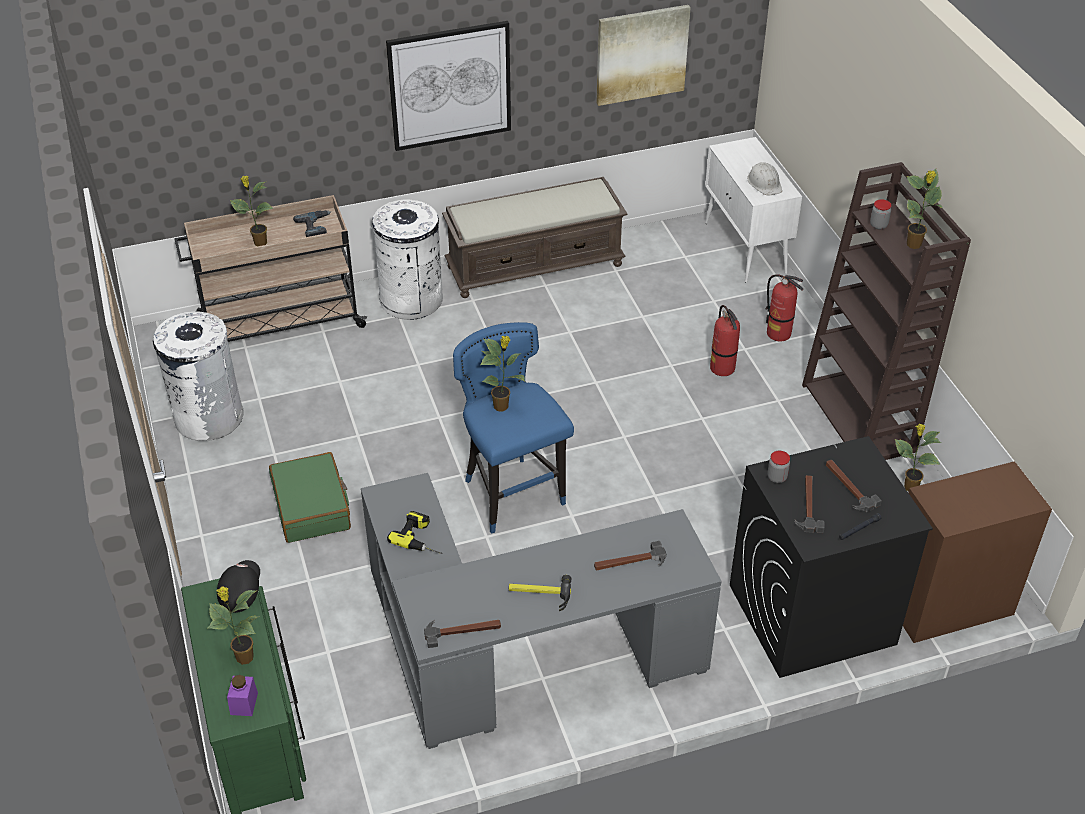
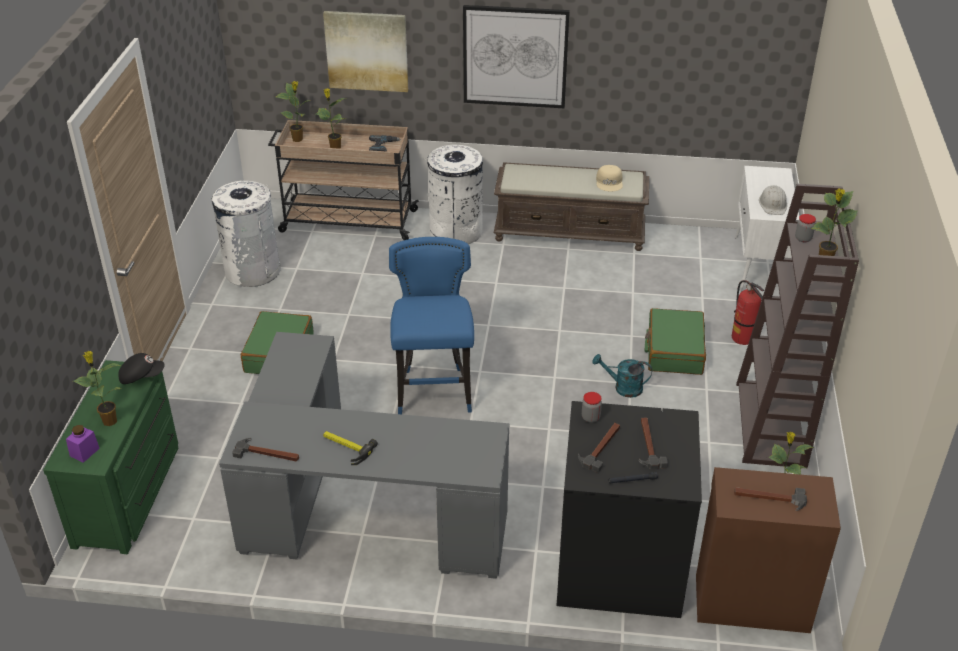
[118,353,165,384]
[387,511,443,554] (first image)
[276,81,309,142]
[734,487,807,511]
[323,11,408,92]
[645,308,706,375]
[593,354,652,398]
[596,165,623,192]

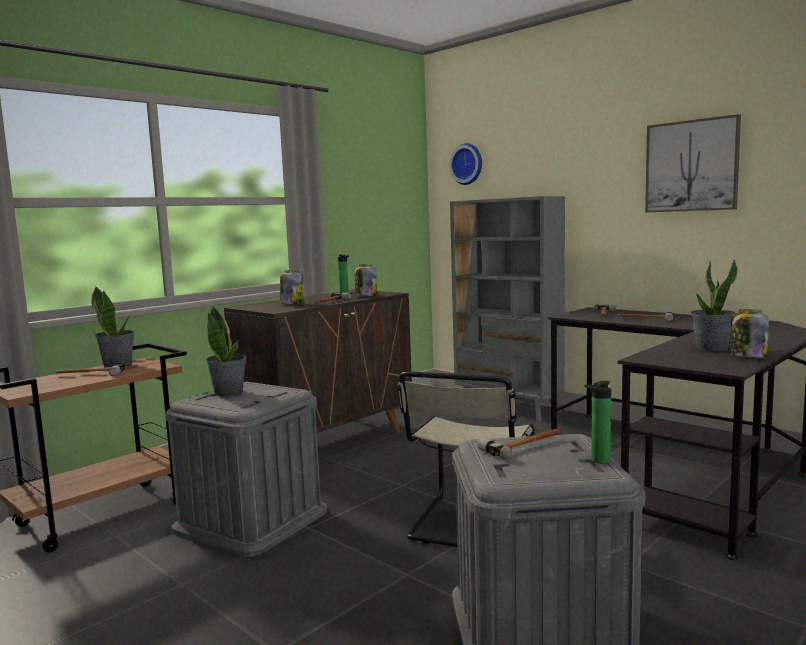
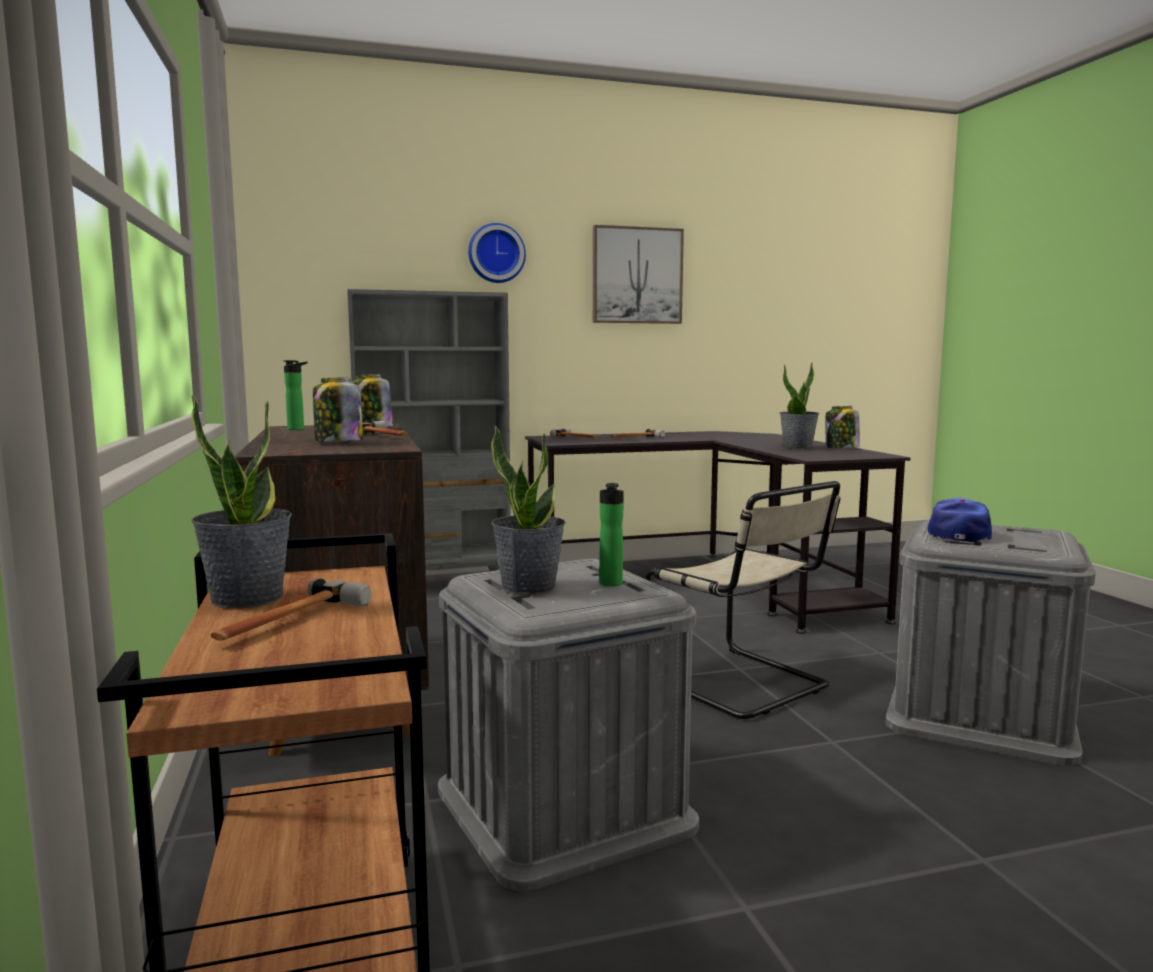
[468,223,526,283]
[928,498,992,542]
[599,483,624,586]

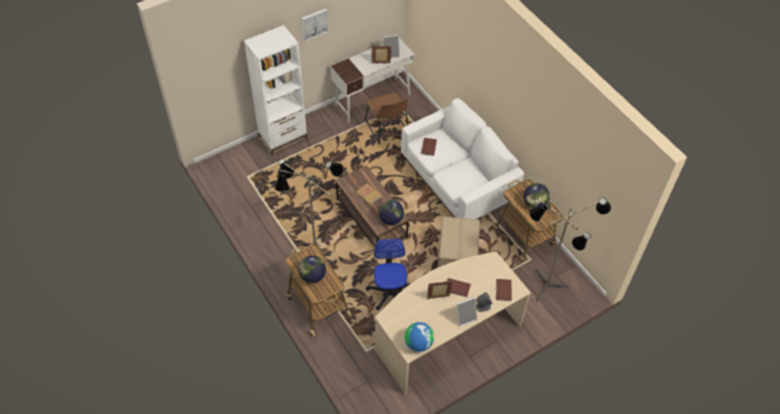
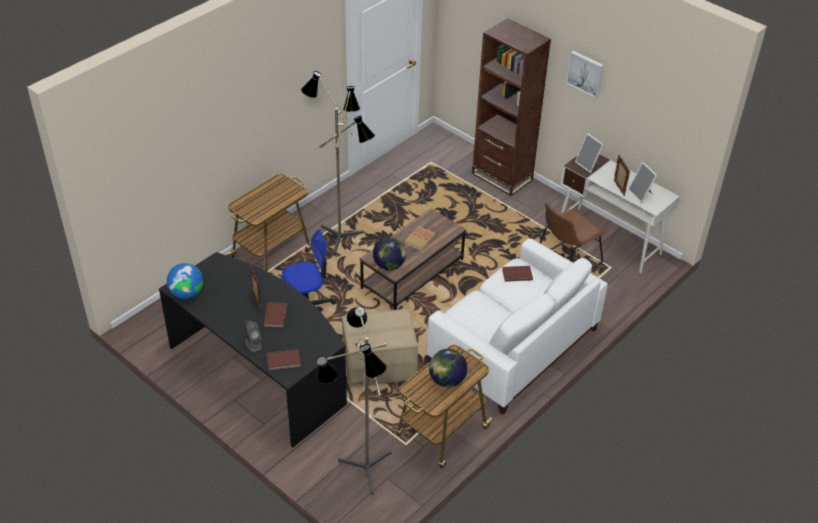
[472,18,551,196]
[298,256,326,283] (first image)
[159,252,347,447]
[575,133,604,173]

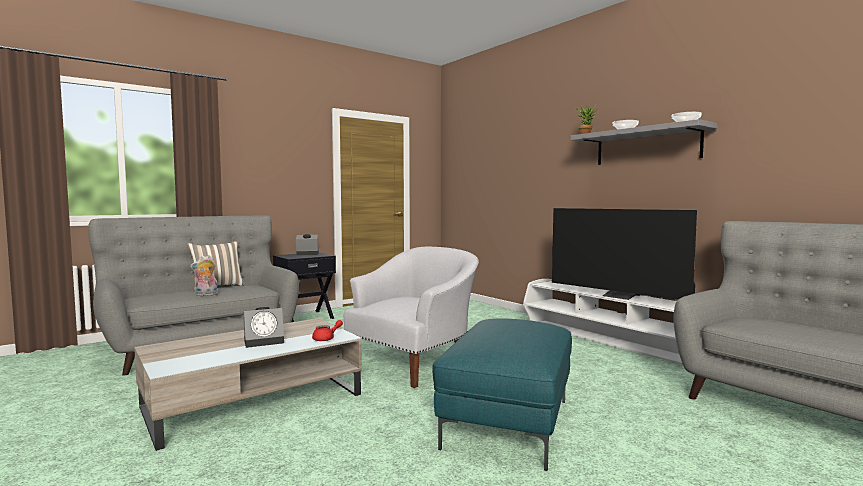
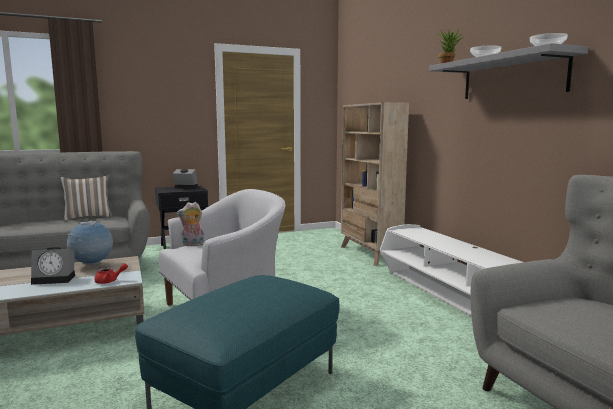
[177,202,205,246]
[552,208,697,300] (first image)
[67,220,113,265]
[341,102,409,266]

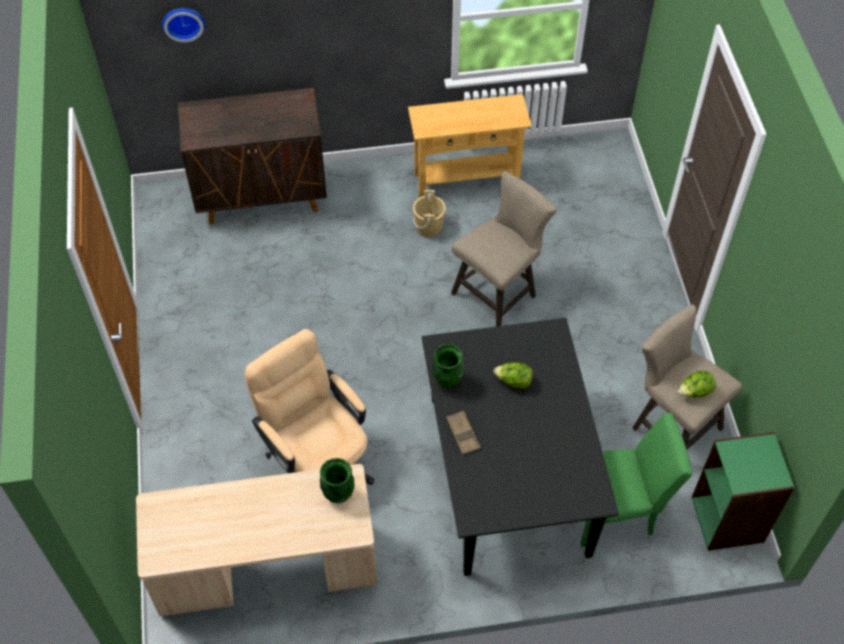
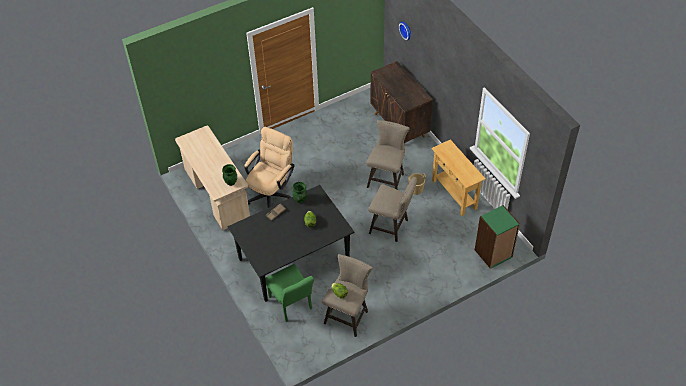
[475,205,520,269]
[366,120,410,190]

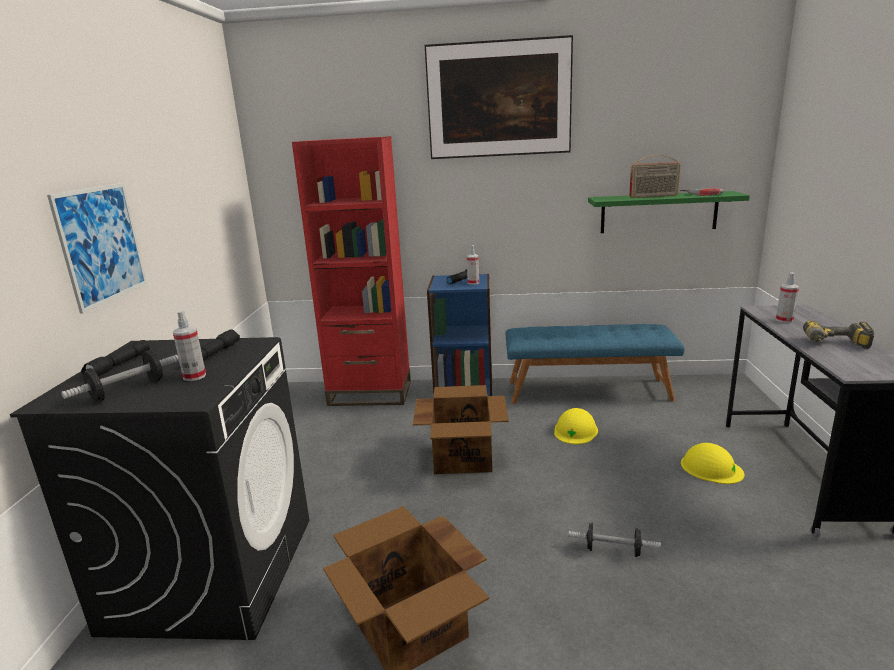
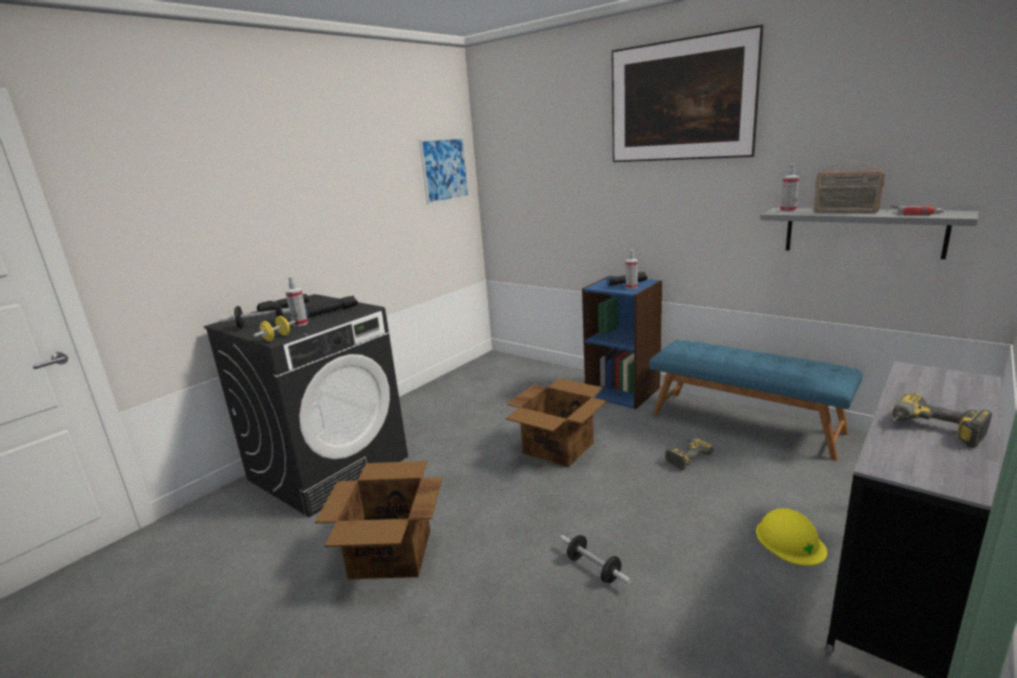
[419,136,469,205]
[292,136,411,406] (first image)
[665,438,714,470]
[760,208,978,259]
[780,163,799,212]
[254,316,295,341]

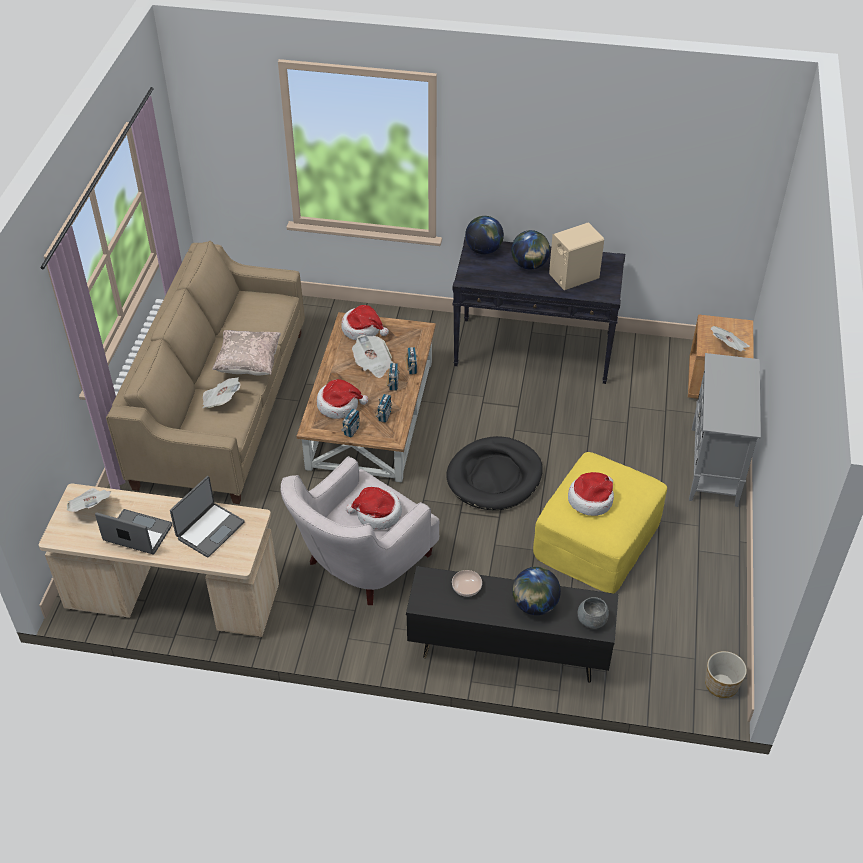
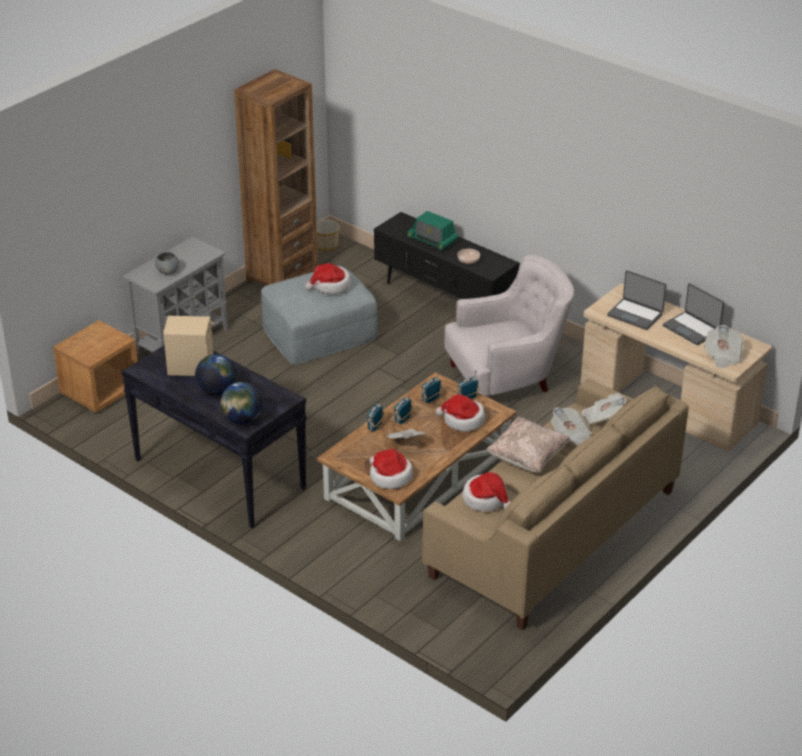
[607,270,666,330]
[462,472,511,512]
[446,436,543,510] (first image)
[407,211,458,250]
[261,266,378,365]
[155,252,179,275]
[581,393,627,424]
[234,69,318,286]

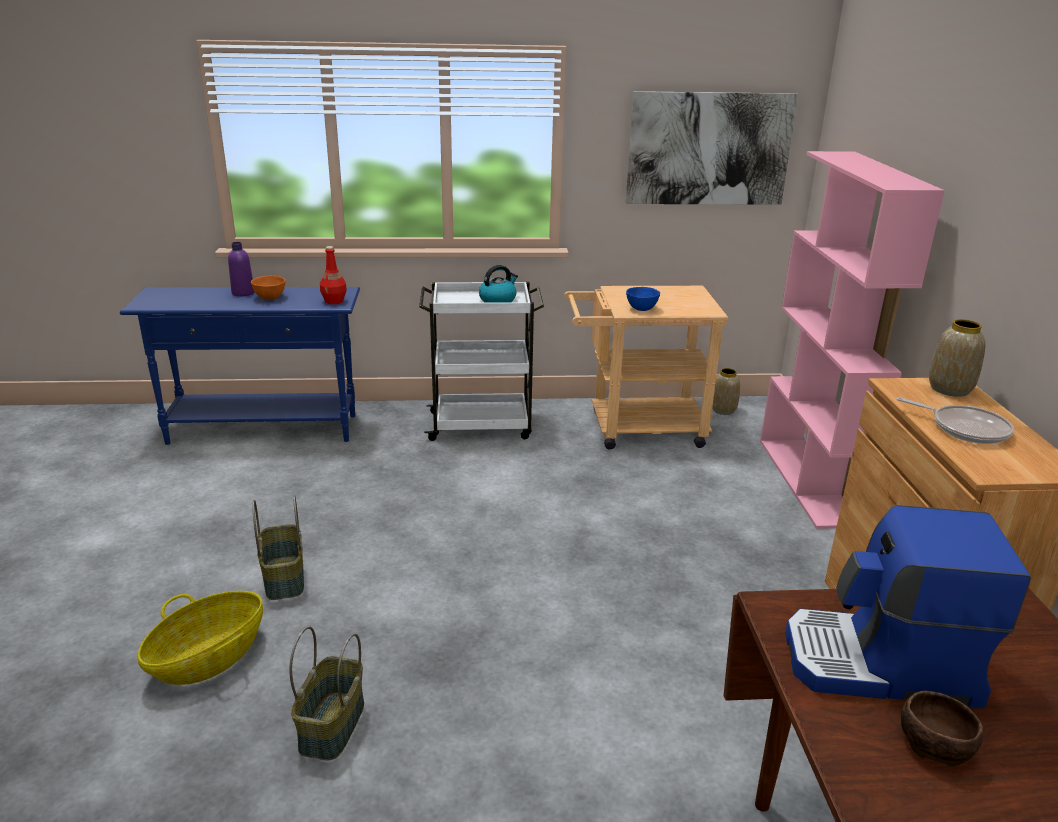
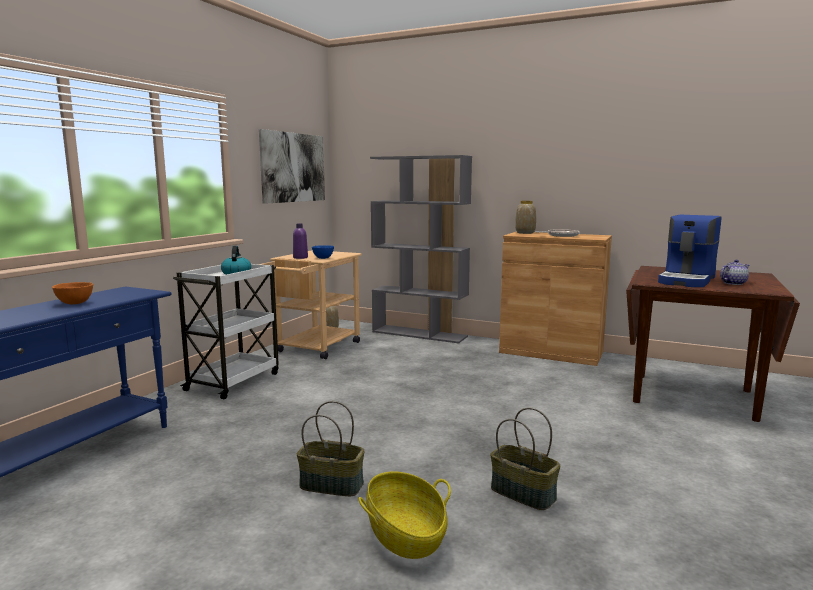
[293,223,308,259]
[320,246,347,304] (first image)
[370,155,472,343]
[720,260,749,285]

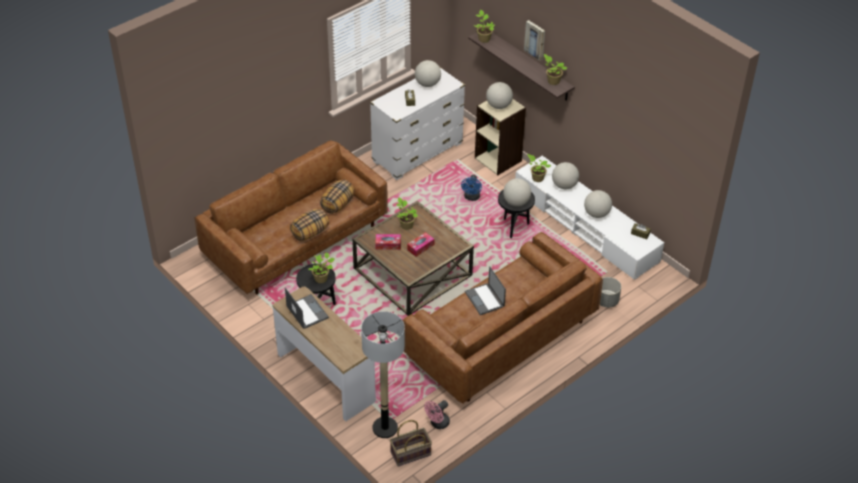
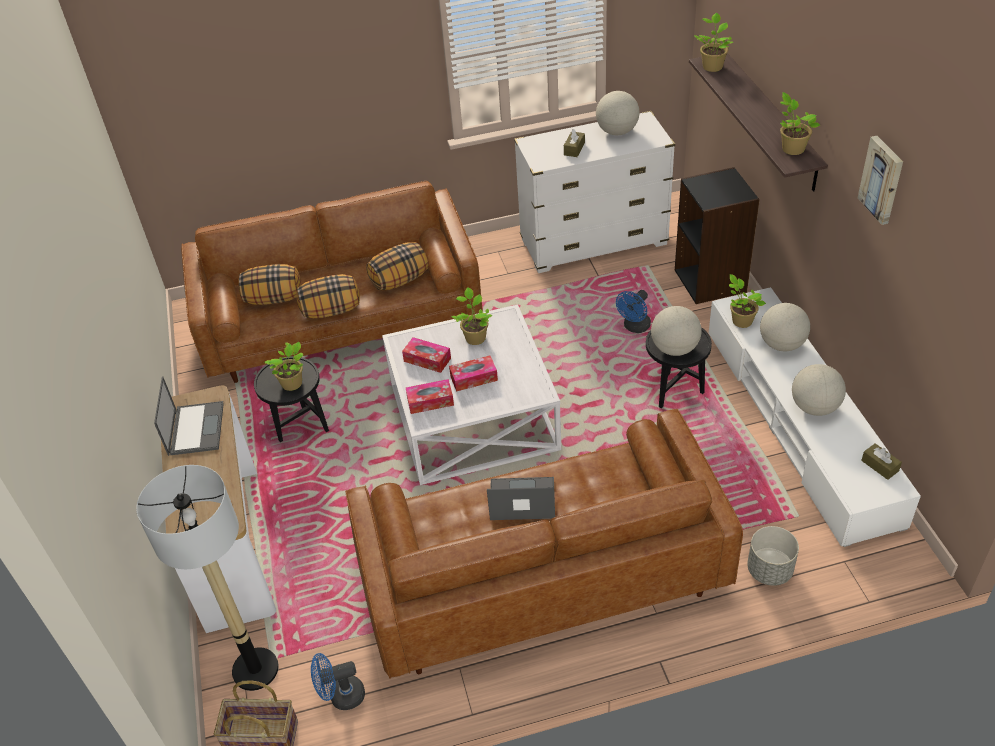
[382,304,561,485]
[311,653,365,710]
[487,477,555,520]
[675,167,760,304]
[486,82,513,109] (first image)
[858,136,903,225]
[239,264,301,305]
[406,379,454,414]

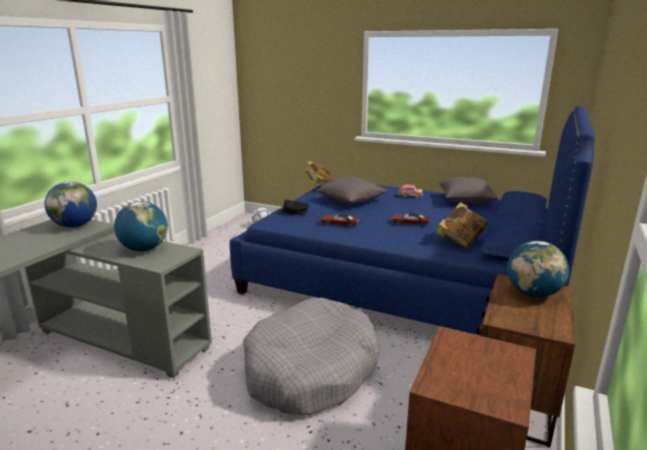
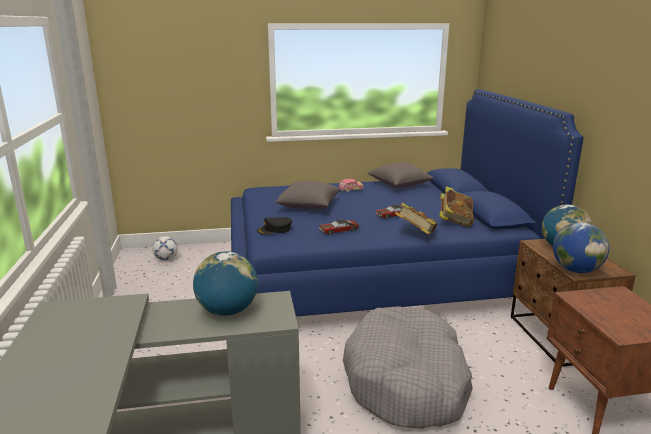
[553,222,609,273]
[395,203,438,234]

